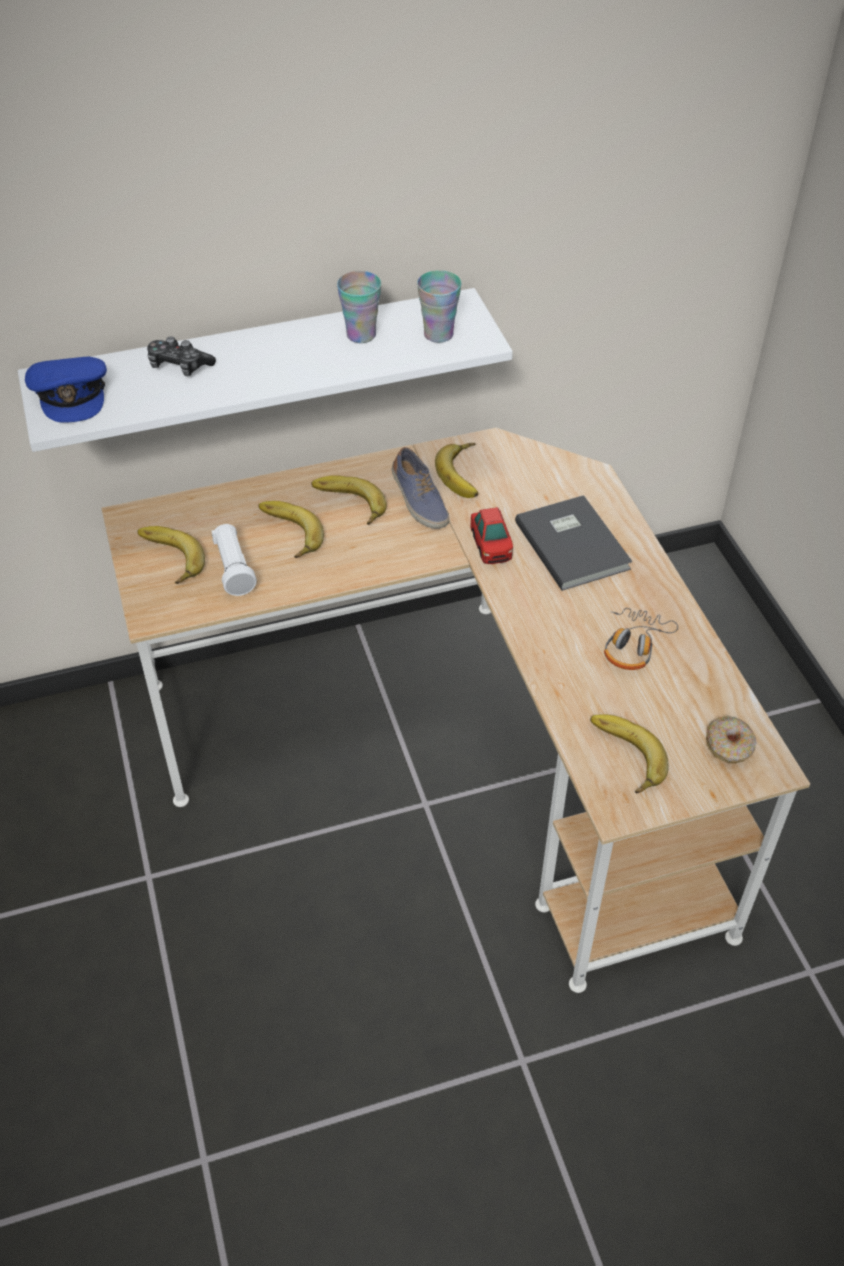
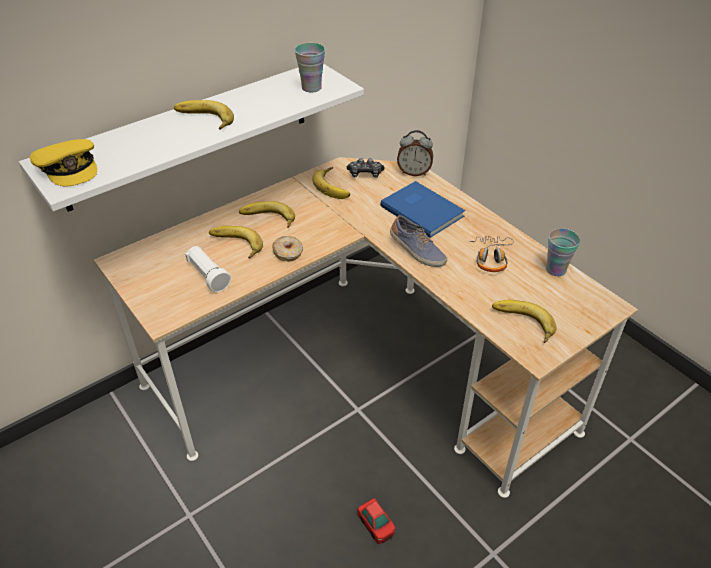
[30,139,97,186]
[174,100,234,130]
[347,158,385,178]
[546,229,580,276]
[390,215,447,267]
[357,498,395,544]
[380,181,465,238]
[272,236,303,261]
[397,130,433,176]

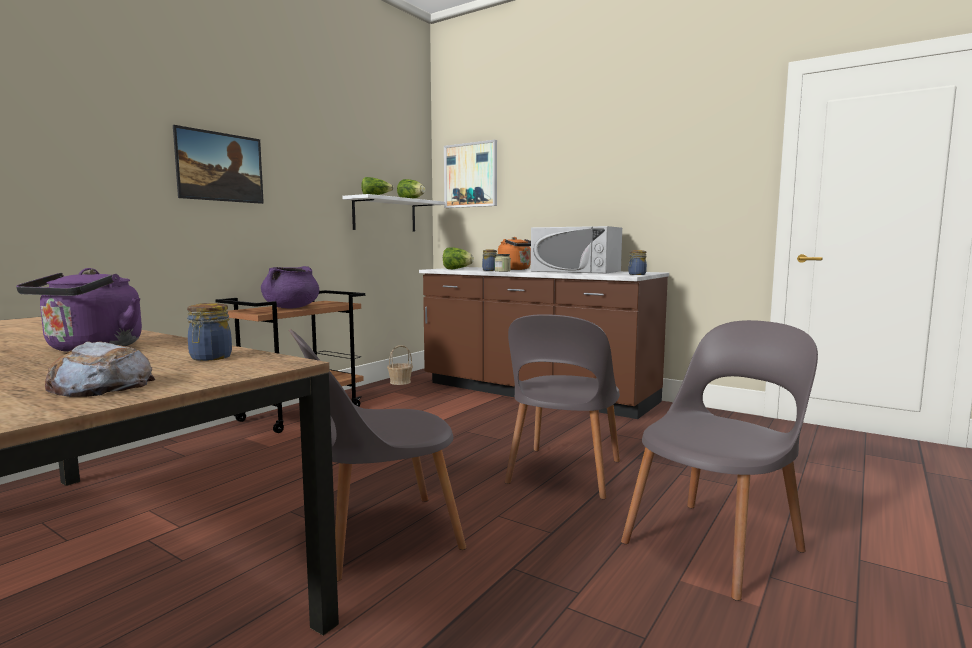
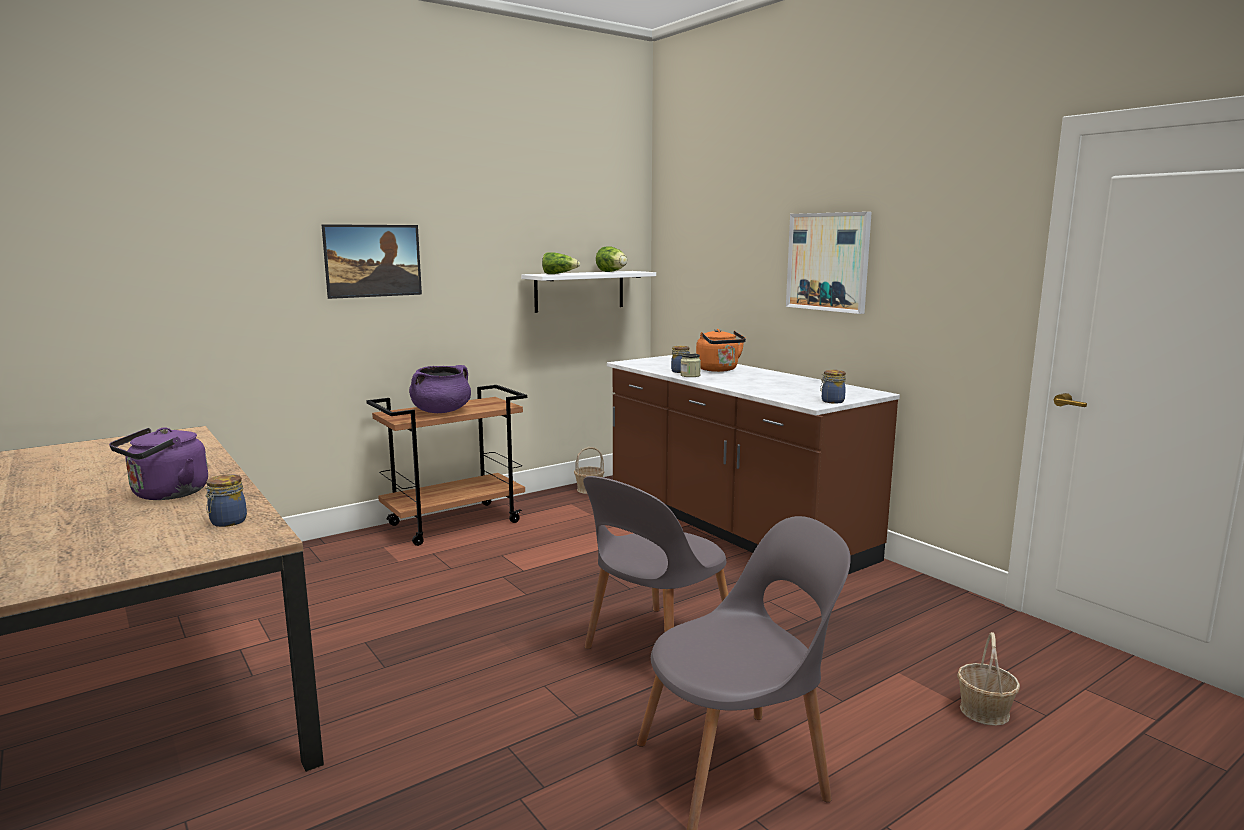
[45,341,155,397] (first image)
[289,329,467,582] (first image)
[443,247,474,269] (first image)
[786,212,872,314]
[531,226,622,274] (first image)
[957,632,1020,726]

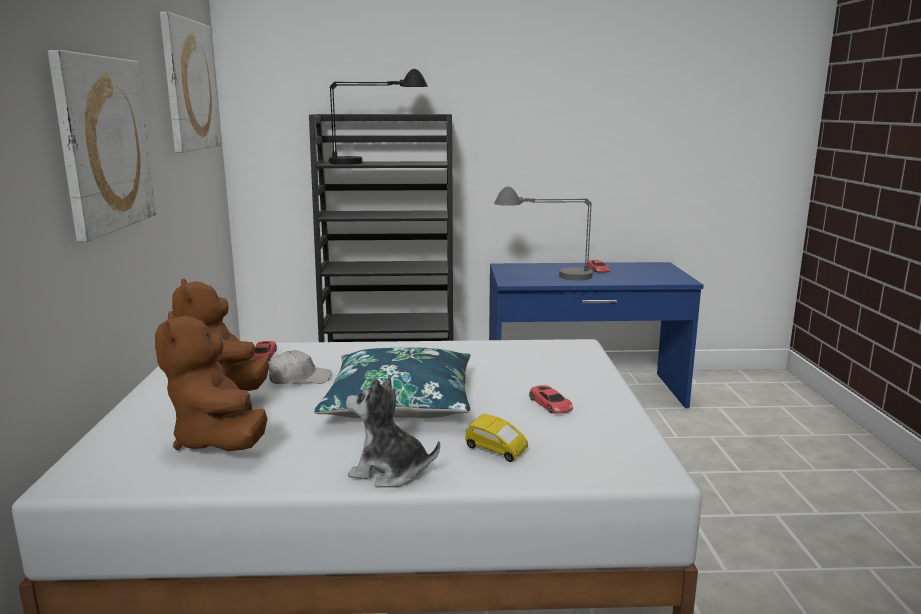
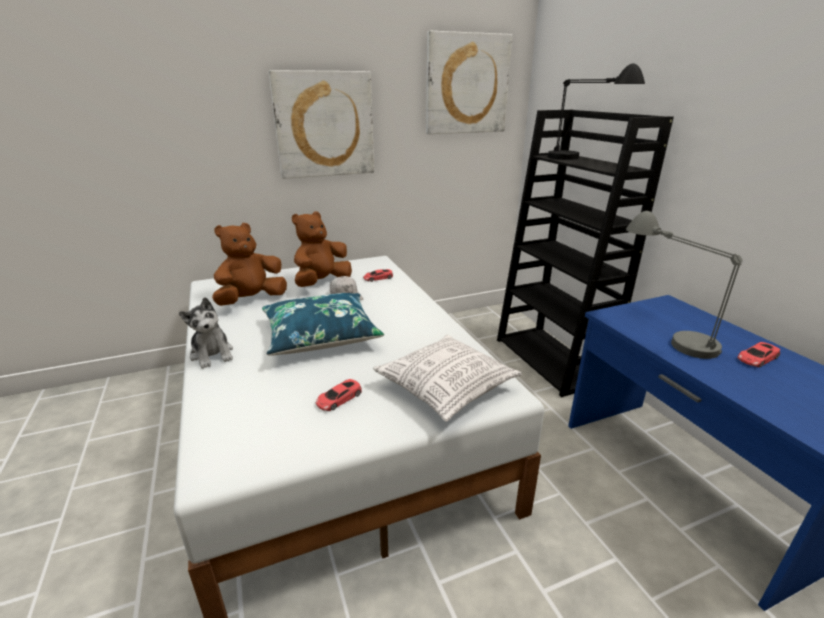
[179,297,233,369]
[465,414,528,462] (first image)
[373,335,522,422]

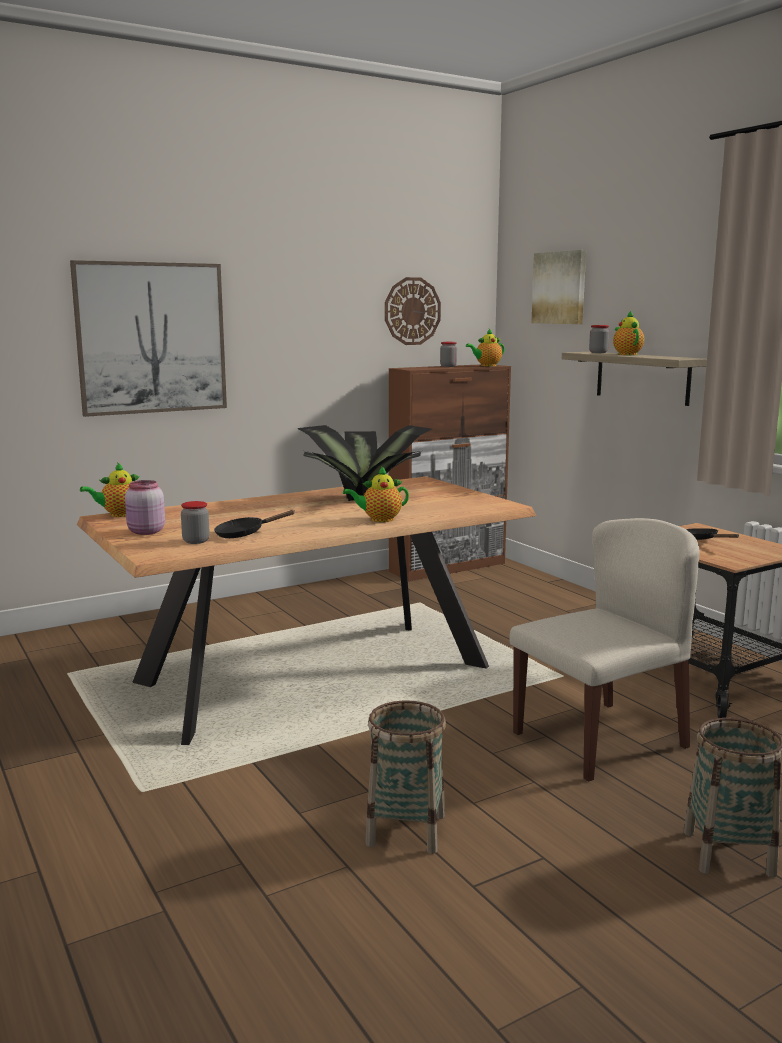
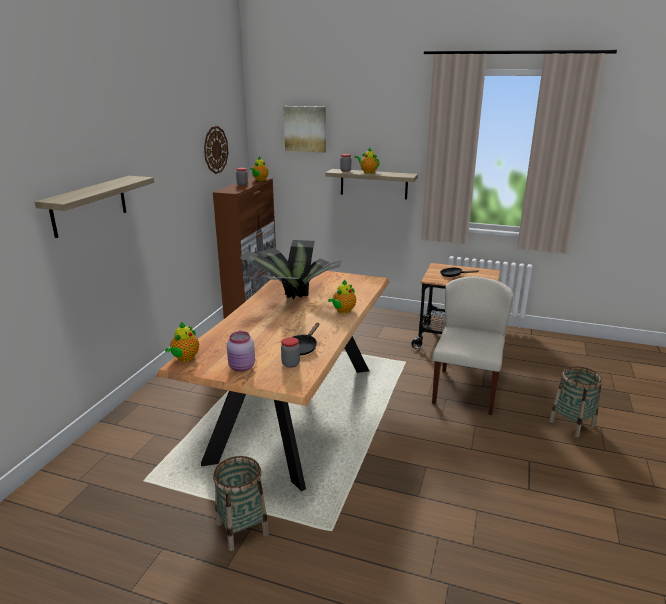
[35,176,154,238]
[213,456,269,551]

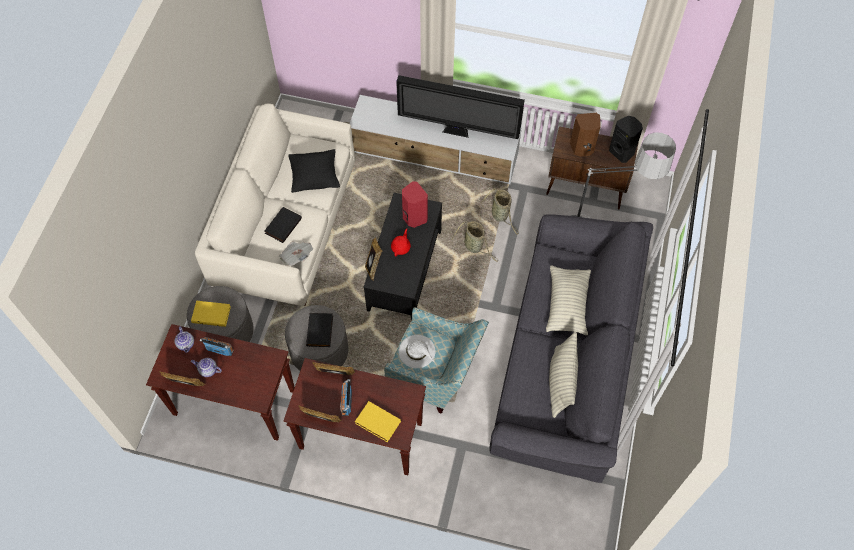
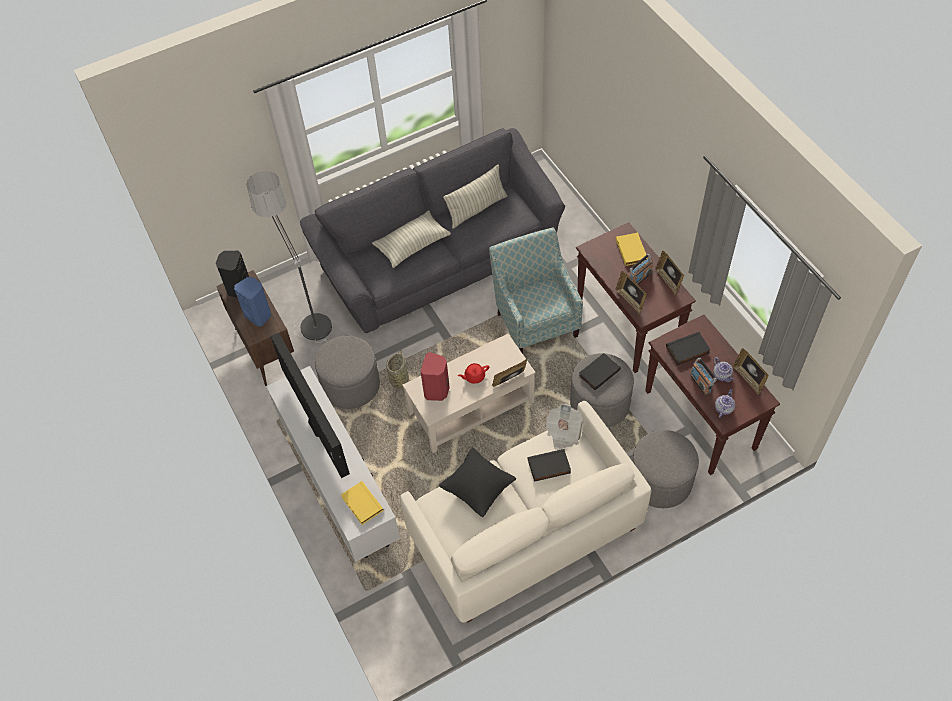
[341,481,383,525]
[402,334,536,453]
[399,335,436,368] (first image)
[315,336,380,409]
[234,277,271,327]
[666,332,711,365]

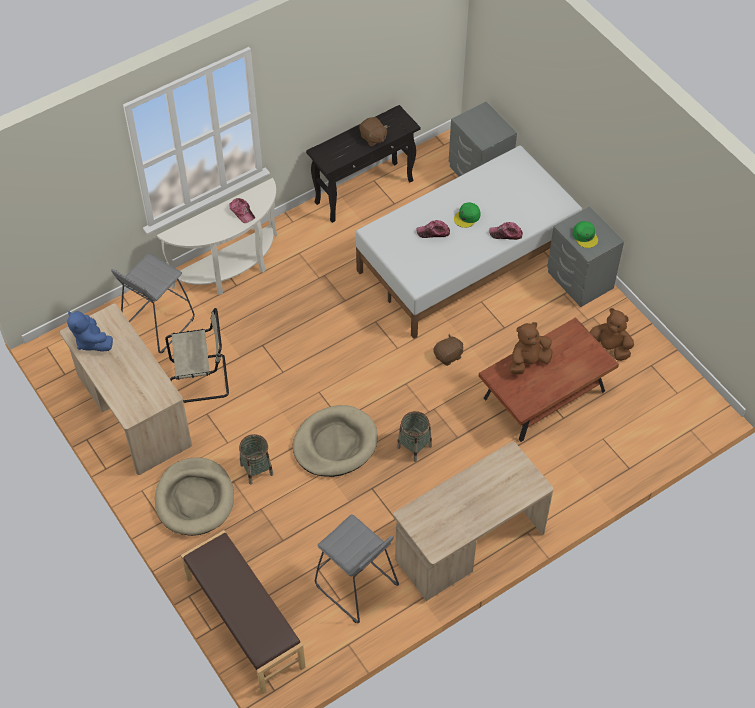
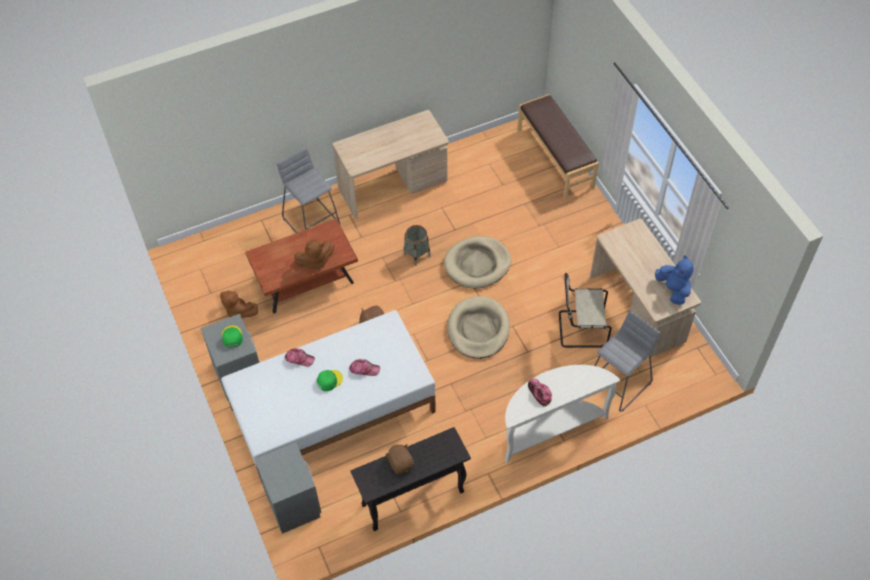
[447,296,510,359]
[239,434,273,484] (first image)
[277,148,340,233]

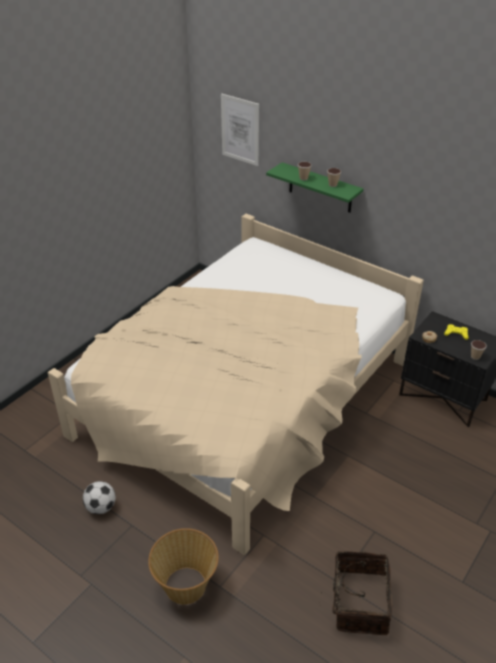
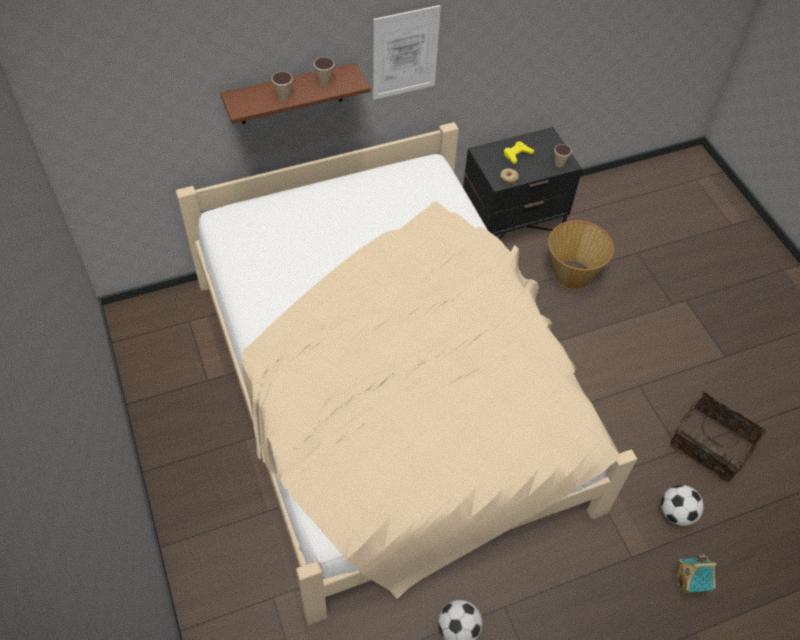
[548,220,614,290]
[373,5,441,100]
[220,63,370,124]
[661,485,704,526]
[677,552,717,594]

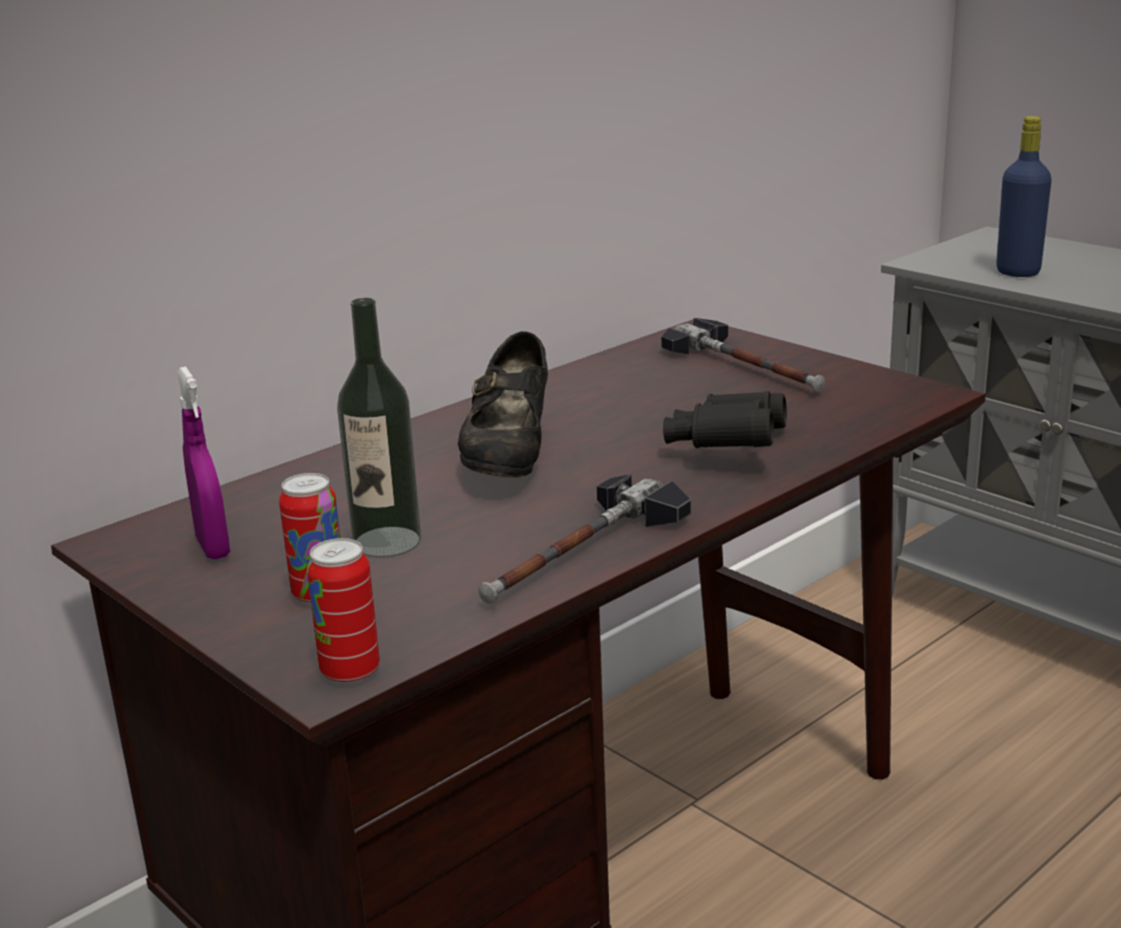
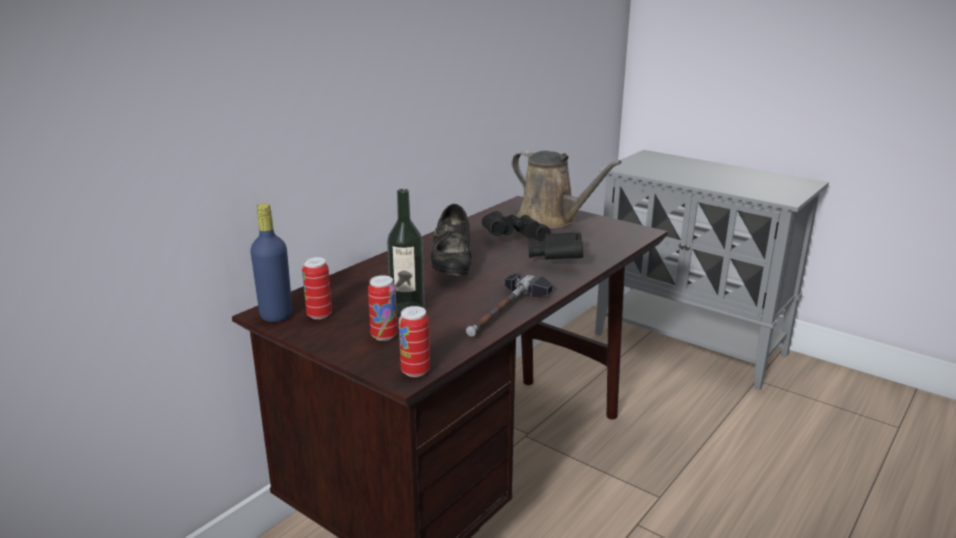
[302,257,332,319]
[511,150,622,229]
[250,203,292,322]
[482,211,551,242]

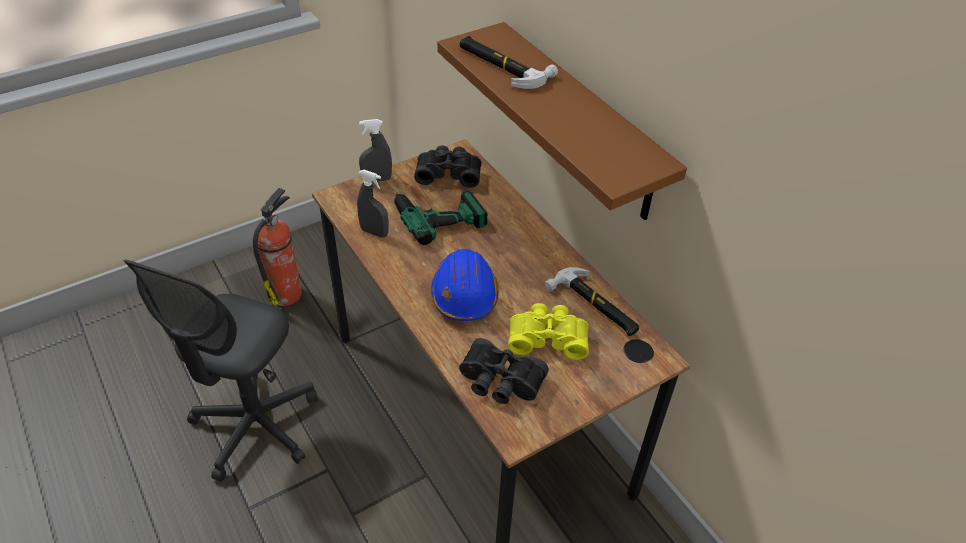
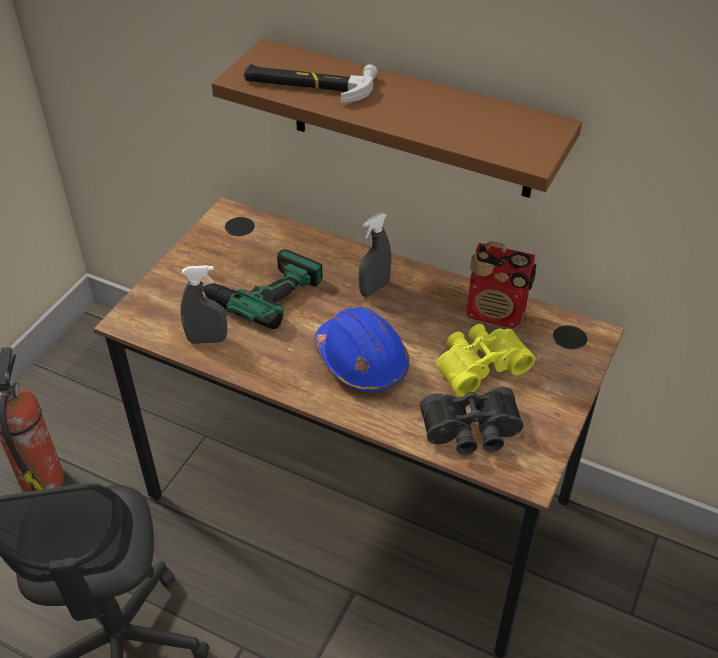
[358,212,391,297]
[414,145,482,188] (first image)
[467,242,536,328]

